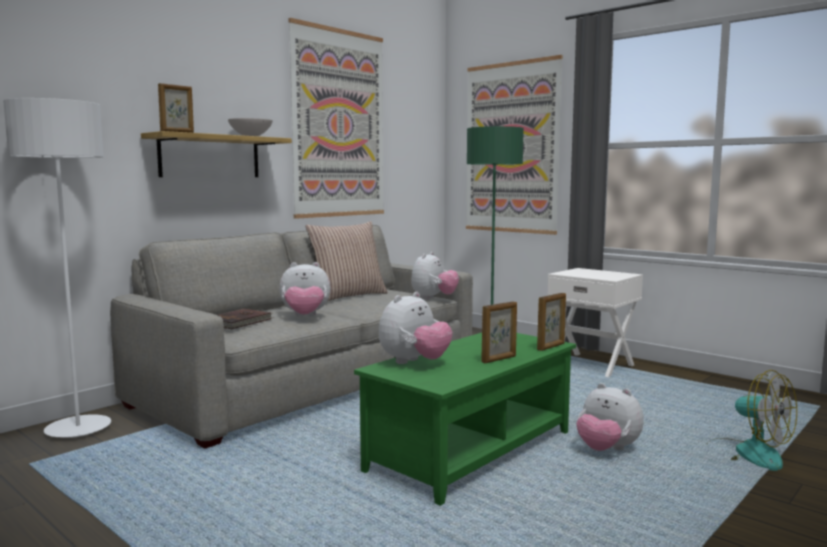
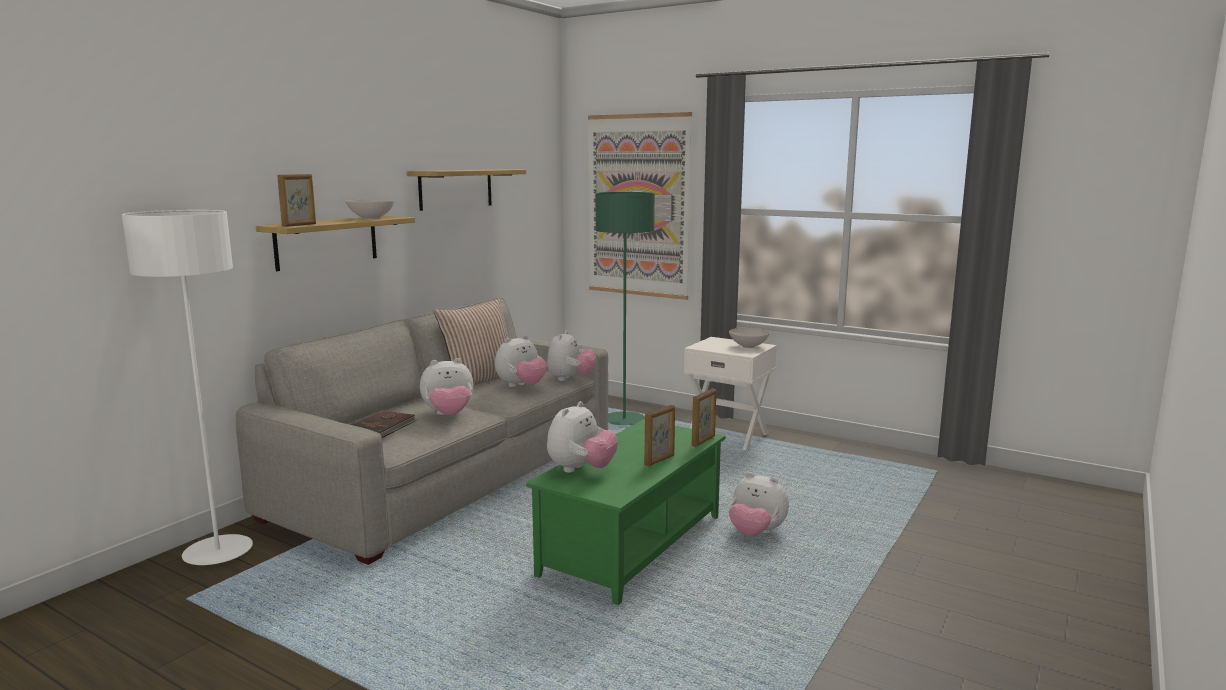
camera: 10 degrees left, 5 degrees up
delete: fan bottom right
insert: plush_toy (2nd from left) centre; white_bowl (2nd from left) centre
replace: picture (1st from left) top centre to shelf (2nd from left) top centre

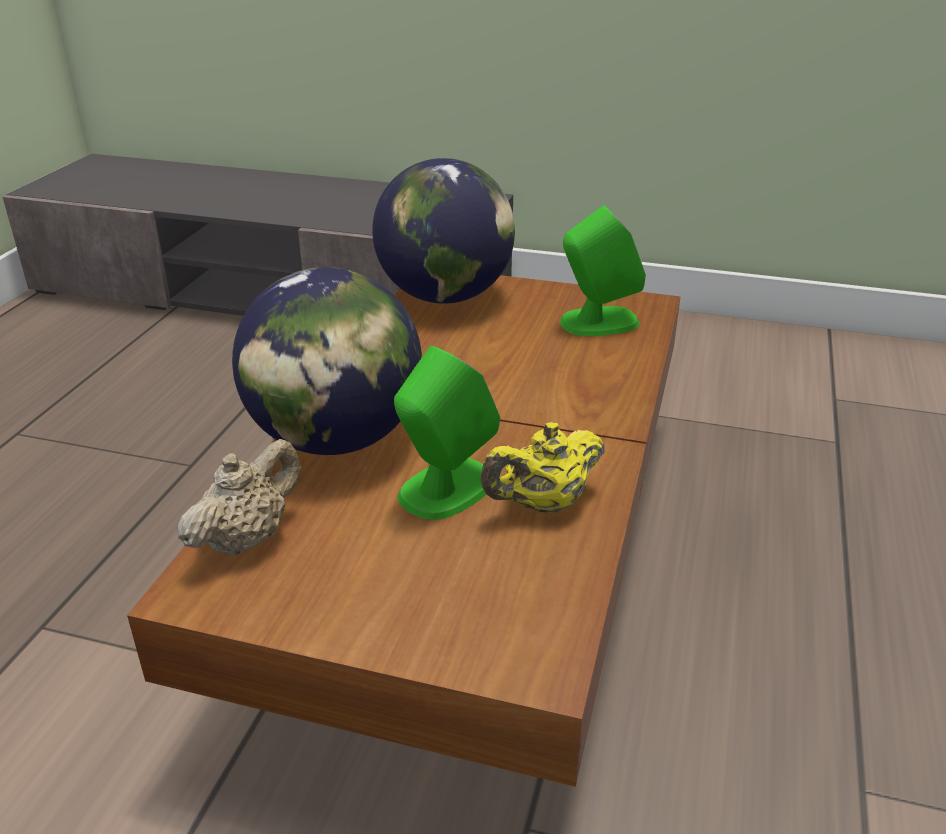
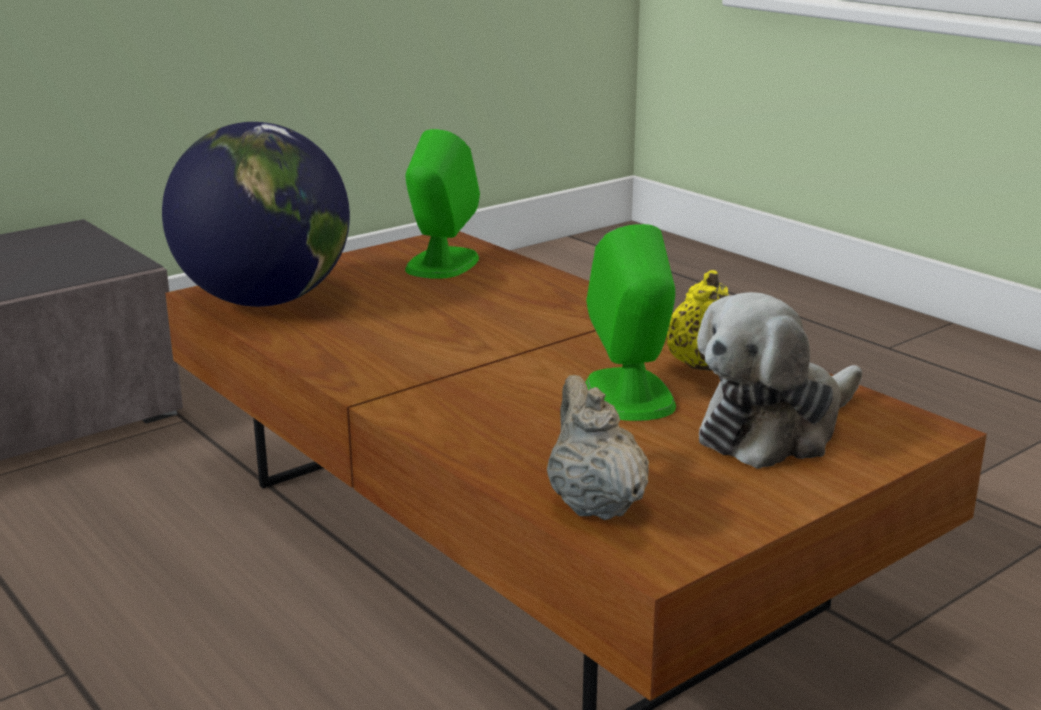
camera: 55 degrees left, 10 degrees down
delete: globe (1st from left) centre
insert: plush_toy middle right

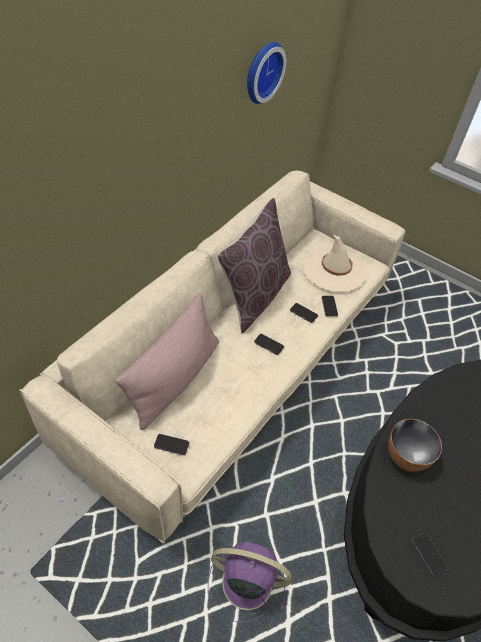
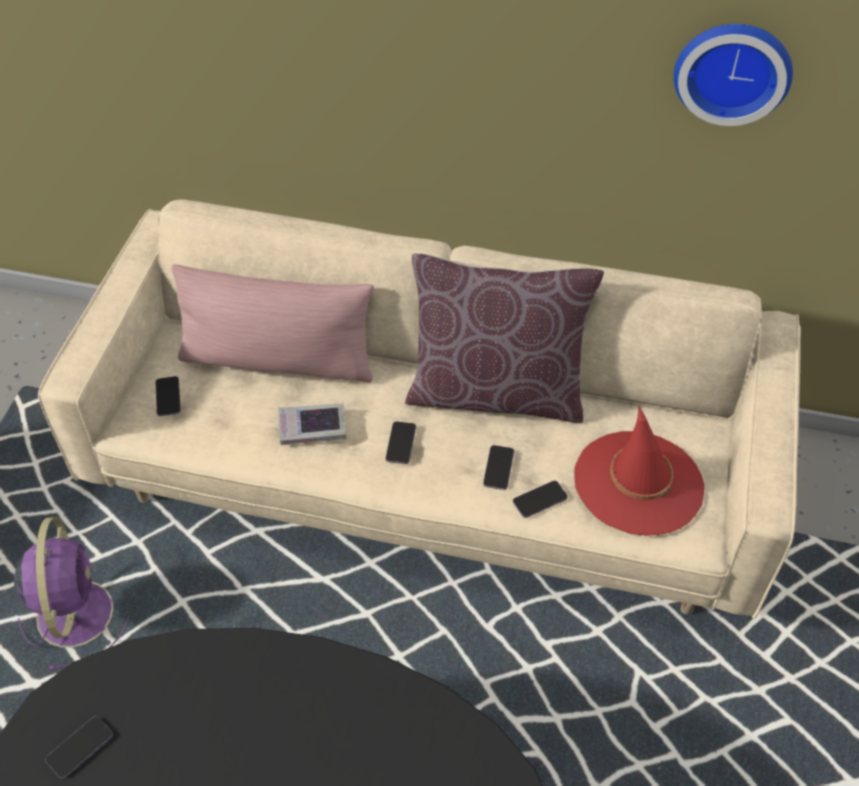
camera: 70 degrees right, 0 degrees up
delete: bowl bottom right
insert: book centre
recolor: beige_hat middle right to red_hat middle right

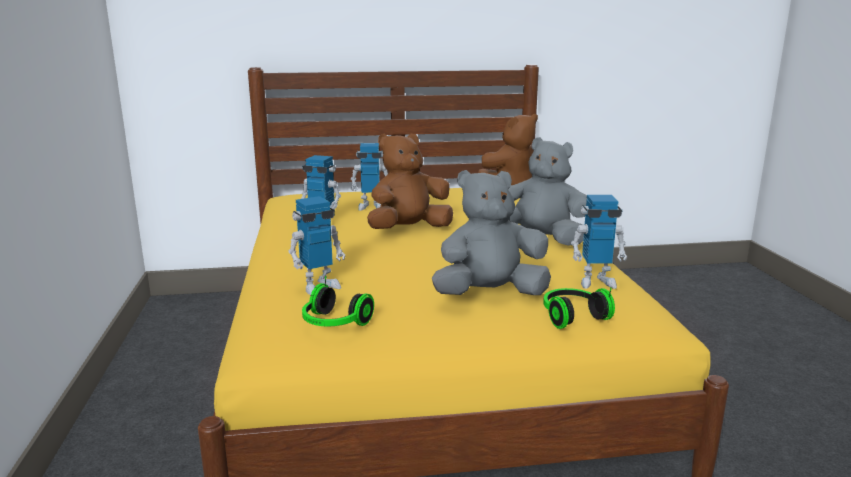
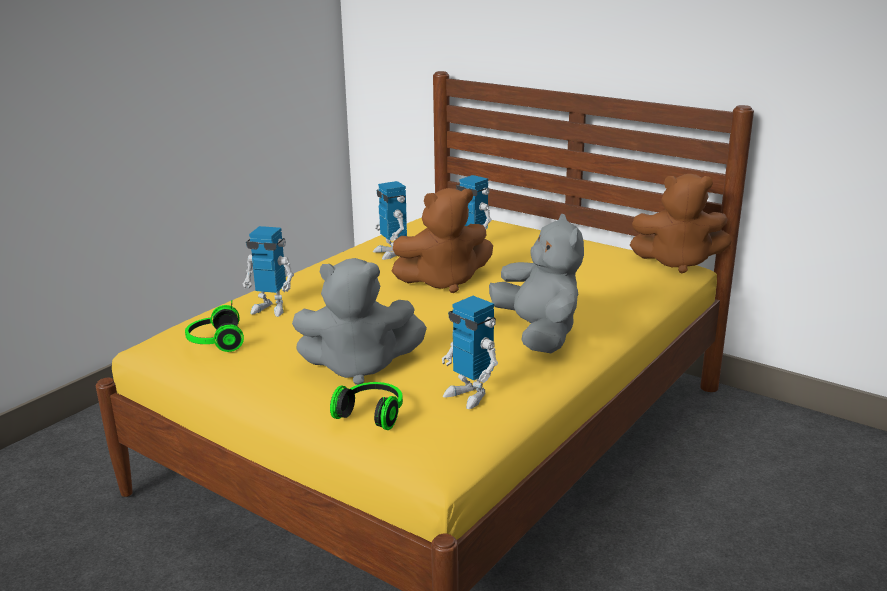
camera: 45 degrees right, 5 degrees up
rotate: brown_plush_toy (1st from left) centre = centre 150 degrees clockwise; grey_plush_toy (1st from left) centre = centre 150 degrees clockwise

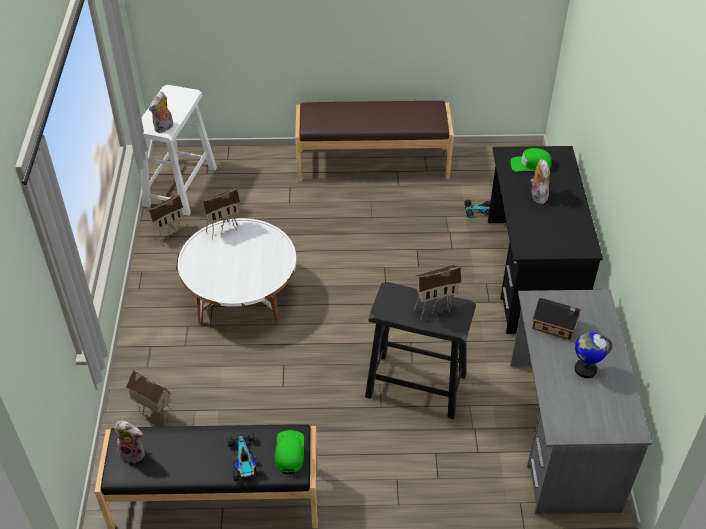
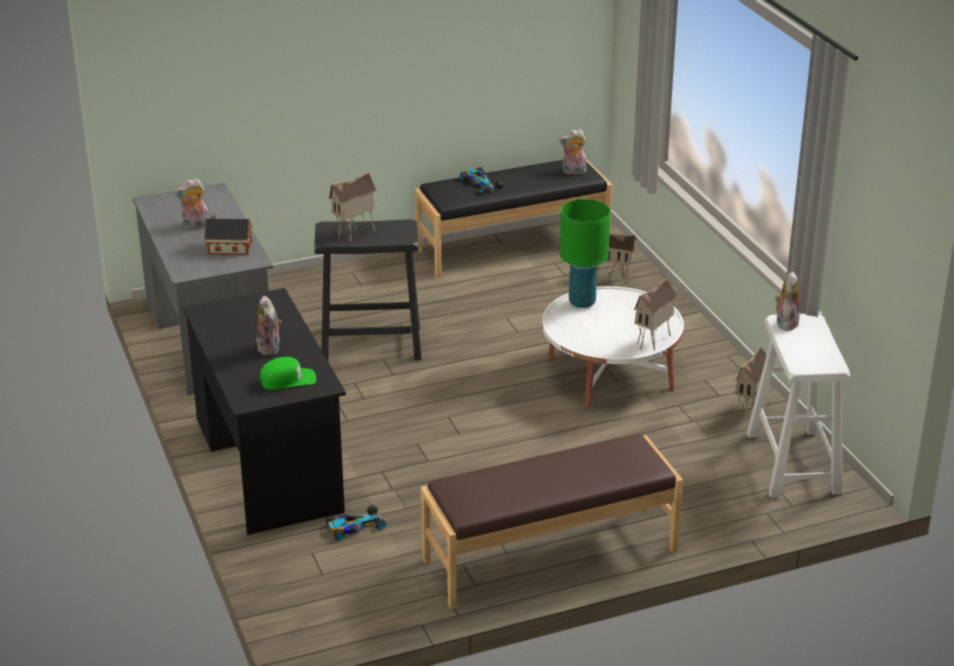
camera: 160 degrees right, 15 degrees down
delete: green_cap (1st from left) bottom centre
insert: green_table_lamp centre
replace: globe bottom right to plush_toy (1st from left) top left

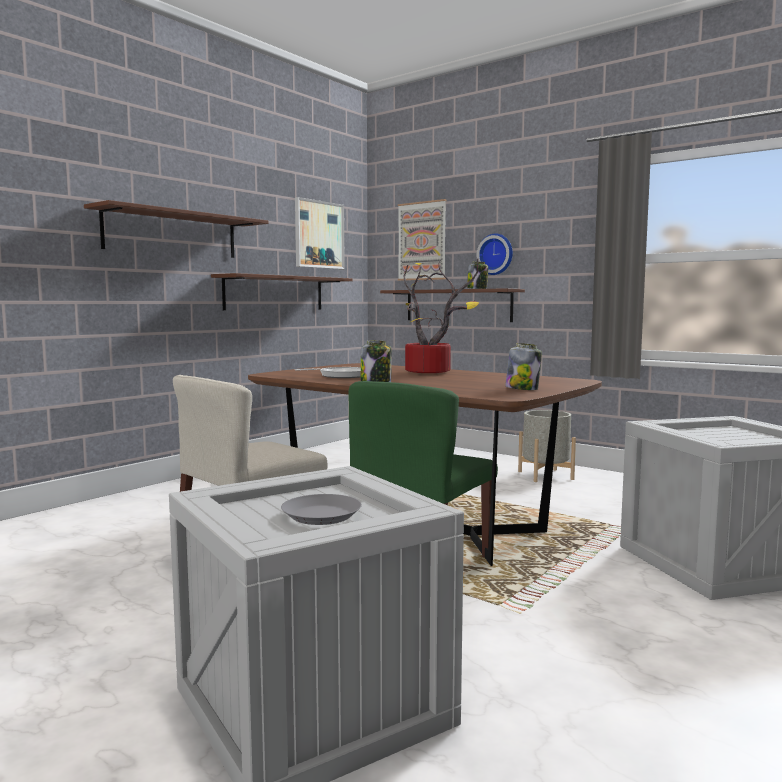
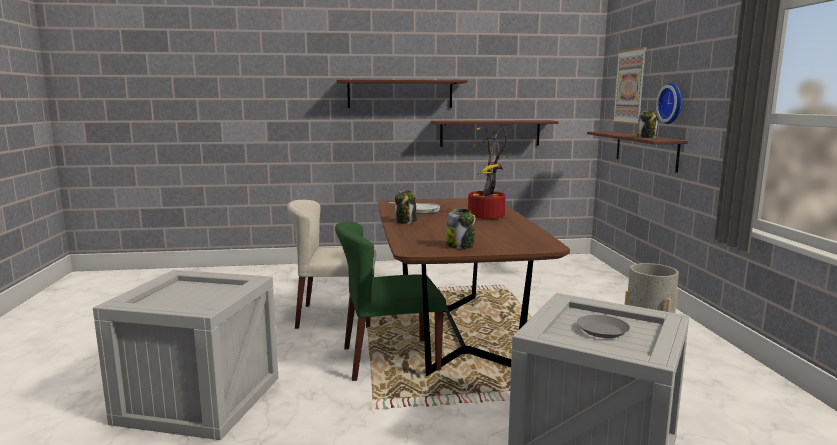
camera: 45 degrees right, 5 degrees up
delete: picture (1st from left) top centre
move: grey_plate centre to bottom right

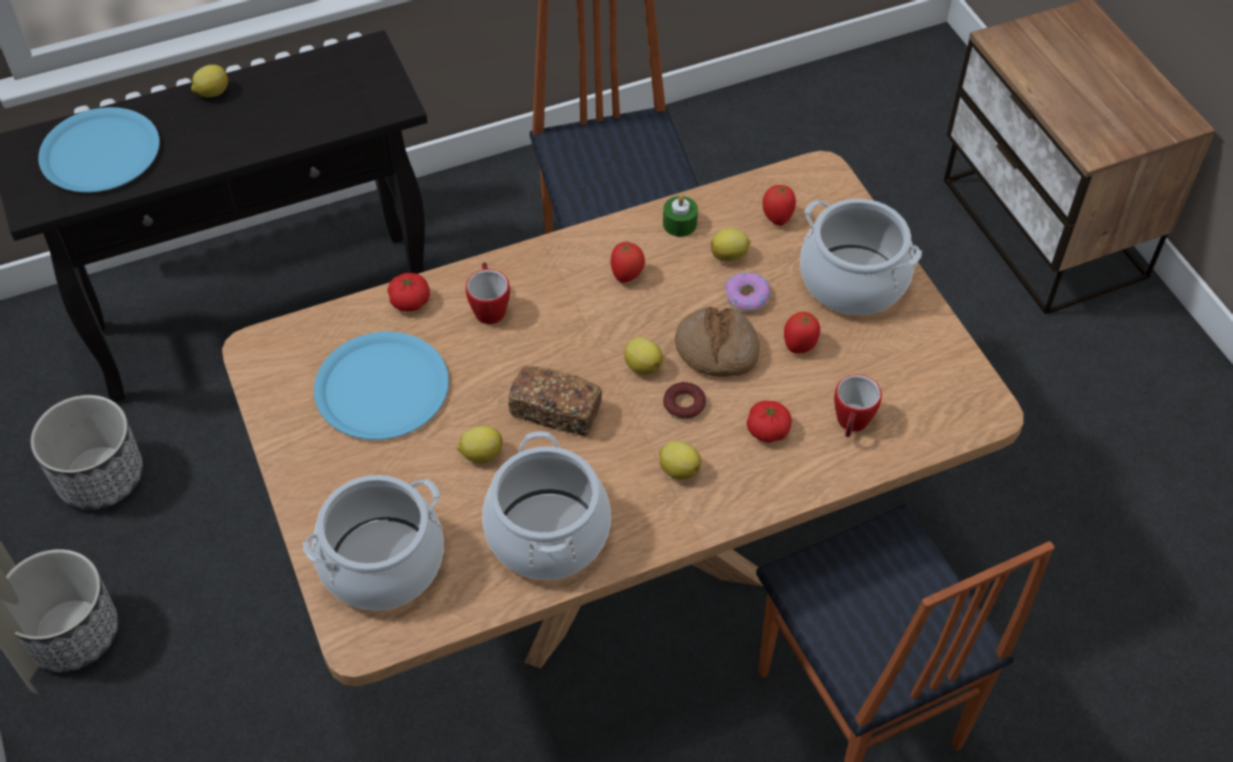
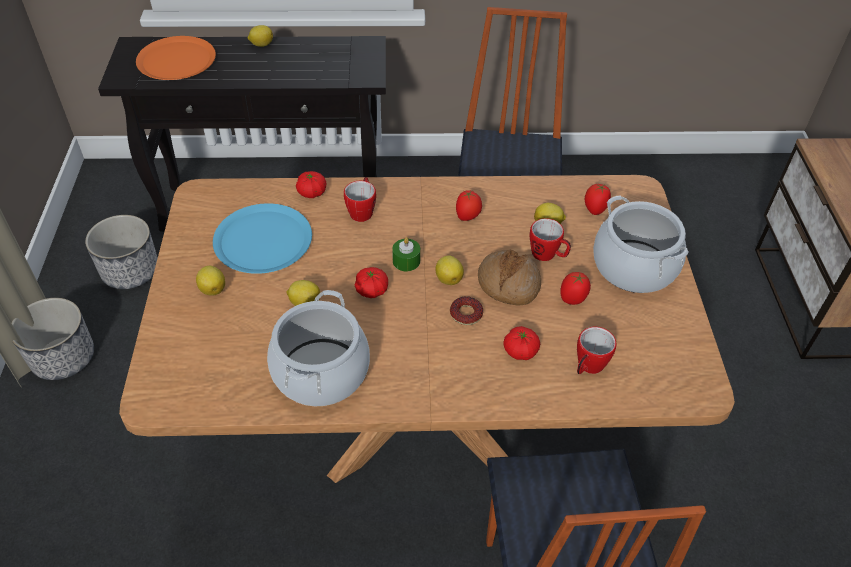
camera: 20 degrees right, 5 degrees down
delete: cooking_pot (1st from left) bottom left
move: lemon (4th from left in the first image) centre to lemon (1st from left) middle left; green_candle top centre to centre
replace: bread (1st from left) centre to tomato (2nd from left) centre; donut (2nd from left) centre to mug (2nd from left) centre
recolor: blue_plate (1st from left) top left to orange_plate top left

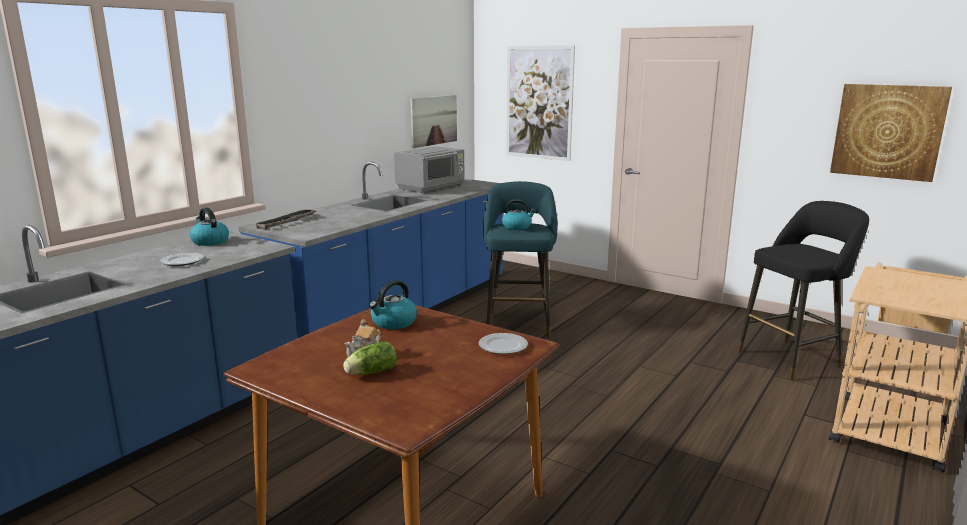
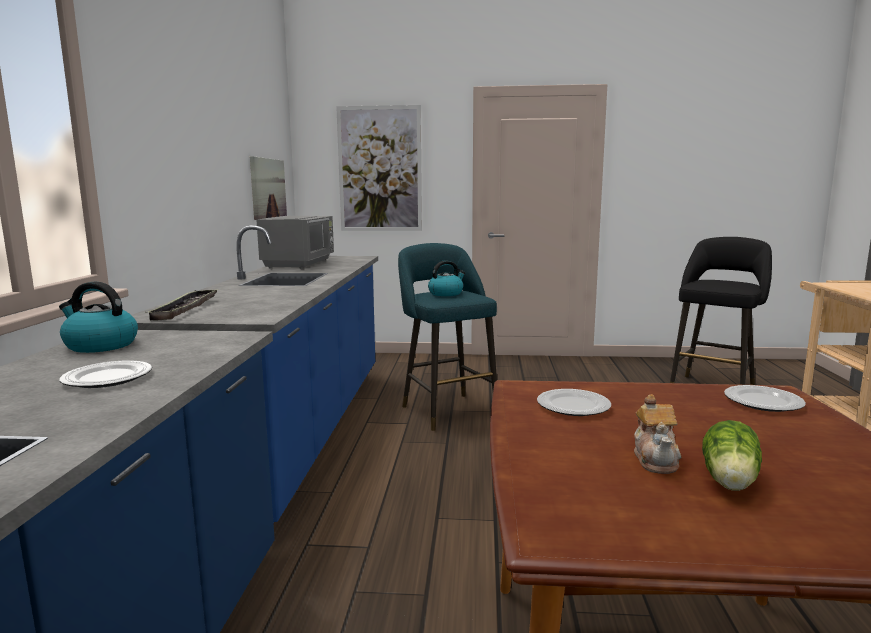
camera: 30 degrees left, 5 degrees down
delete: picture (3rd from left) top right
replace: kettle (2nd from left) centre to plate (2nd from left) centre

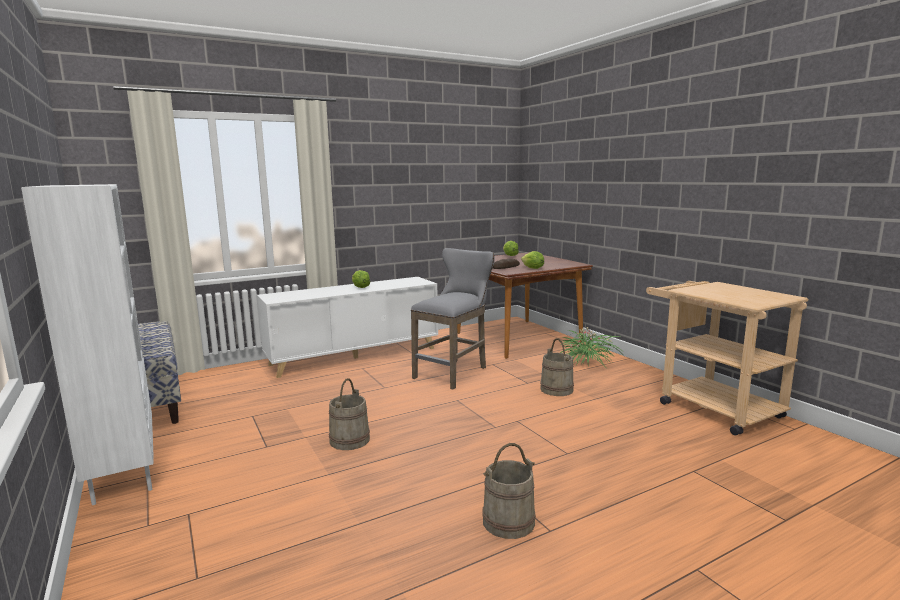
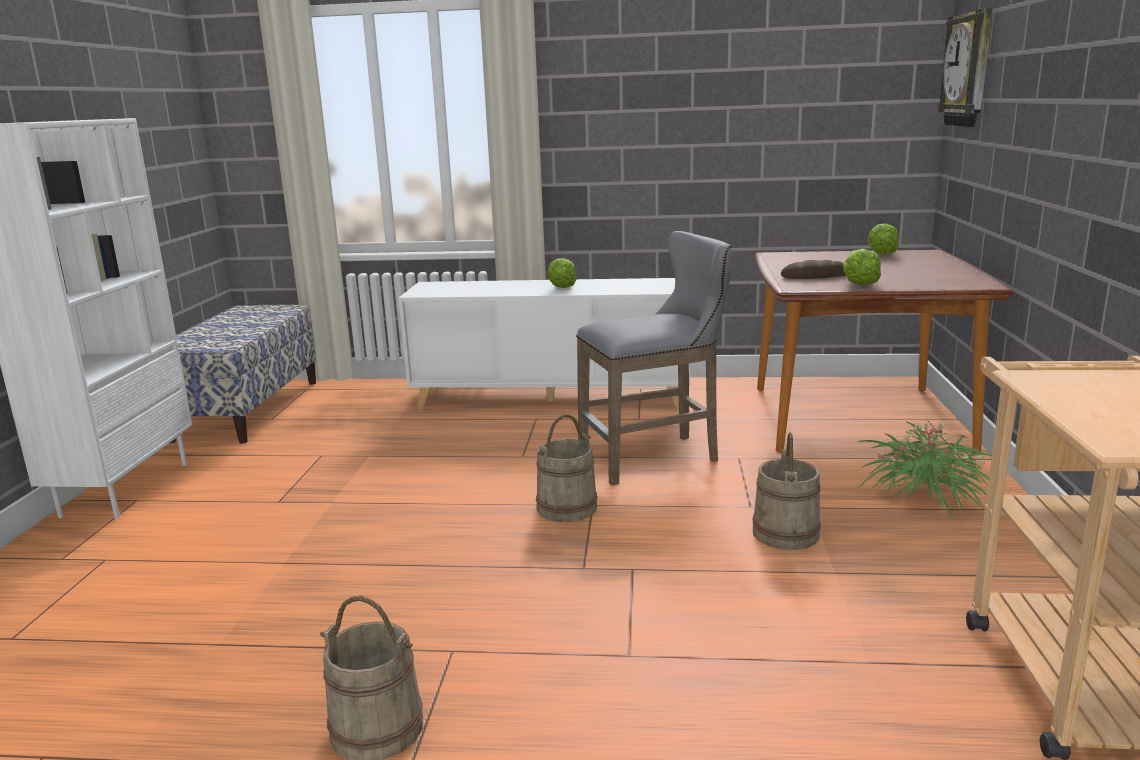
camera: 35 degrees right, 5 degrees up
insert: wall_clock top right
move: beige_bucket (1st from left in the first image) bottom centre to beige_bucket (2nd from left) centre

